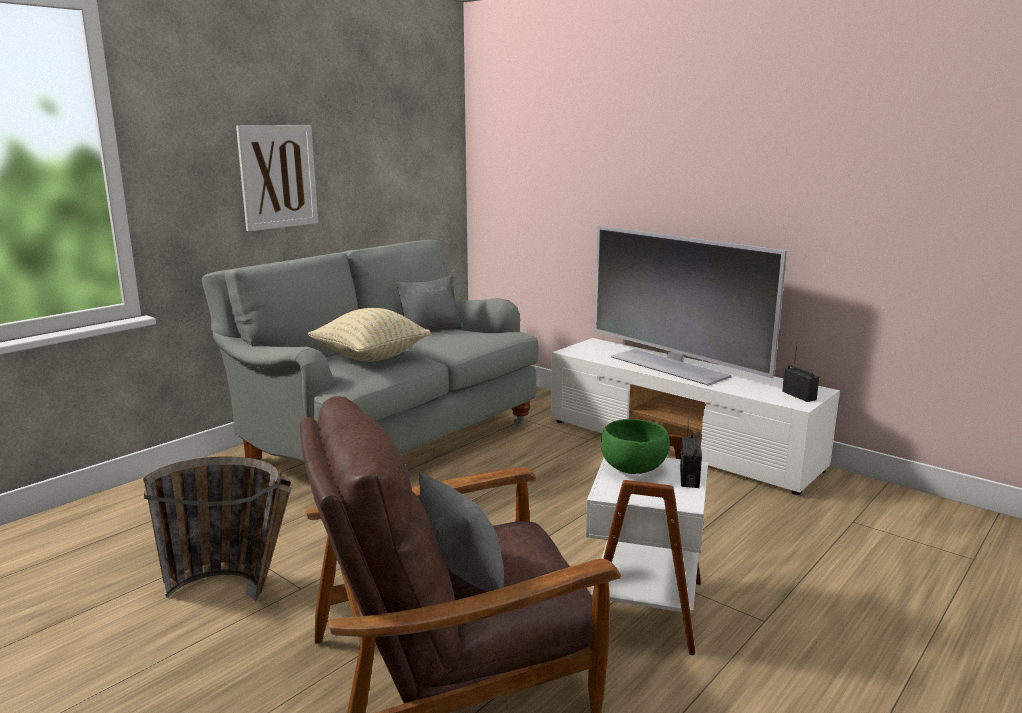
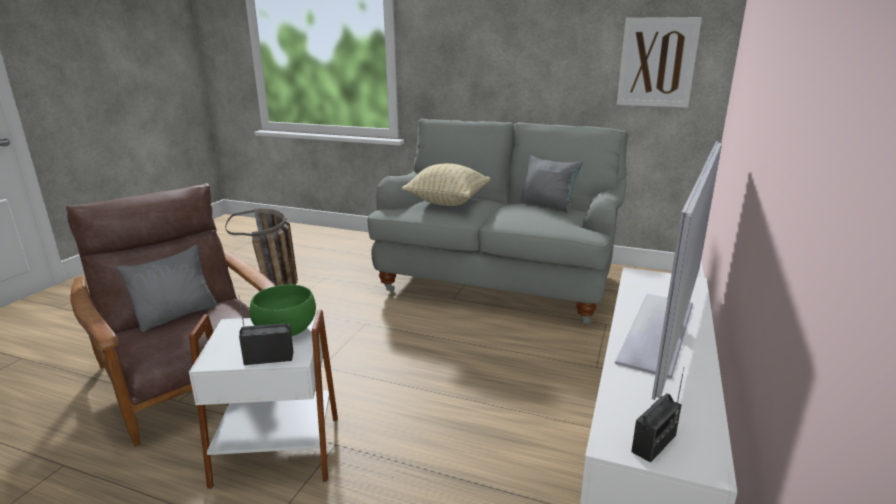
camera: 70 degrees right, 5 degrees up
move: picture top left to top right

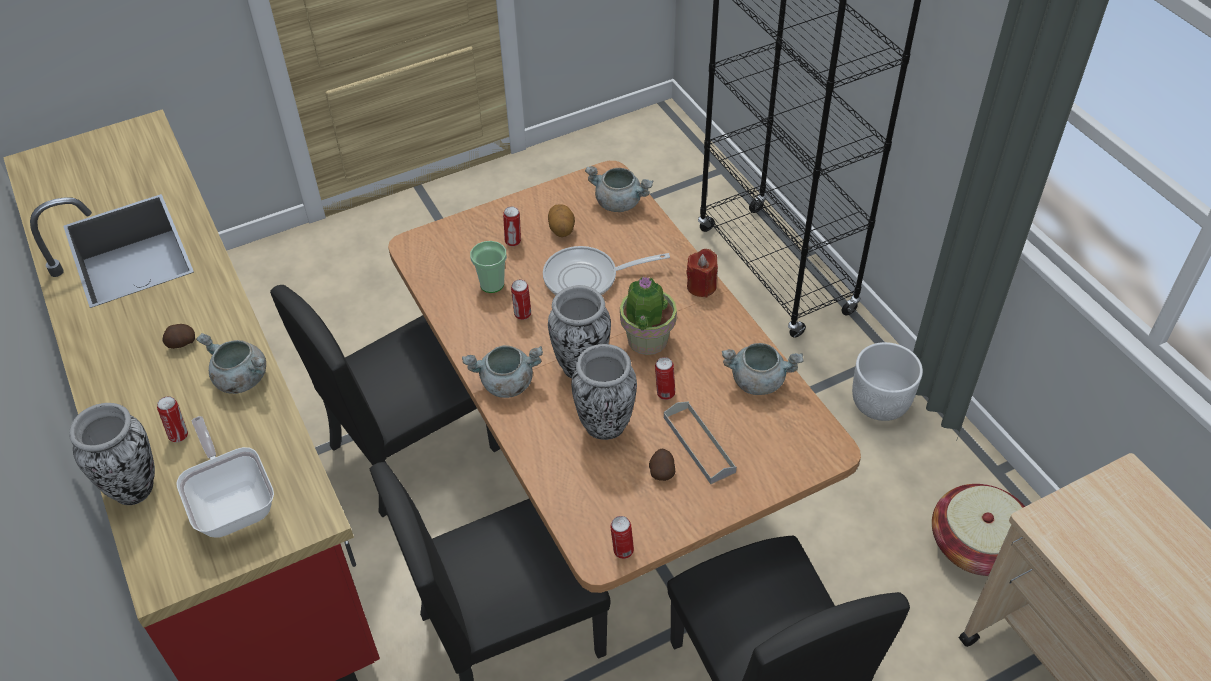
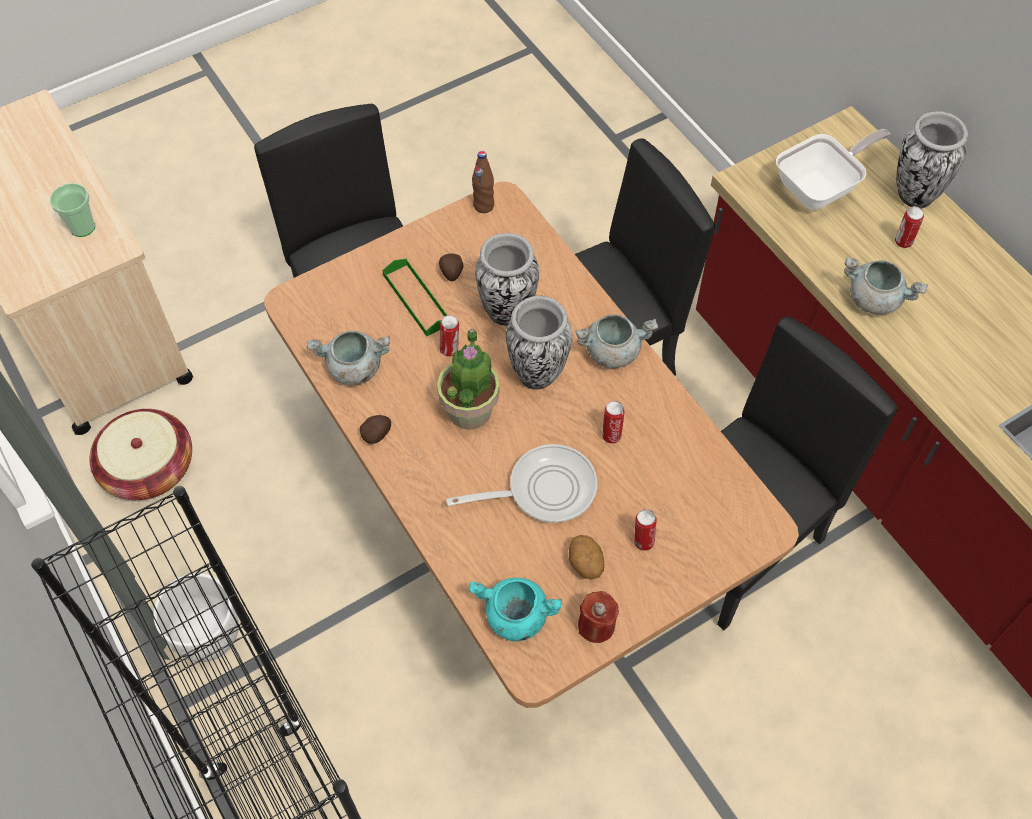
camera: 175 degrees right, 10 degrees up
move: potato (1st from left) middle left to centre; cup centre to top left; red_candle centre to bottom centre
replace: can (4th from left) bottom centre to brown_bottle top centre
recolor: grey_cooking_pot (3rd from left) top centre to turquoise_cooking_pot bottom centre; grey_tray centre to green_tray centre
rotate: frying_pan (1st from left in the first image) bottom left = top right 90 degrees counterclockwise

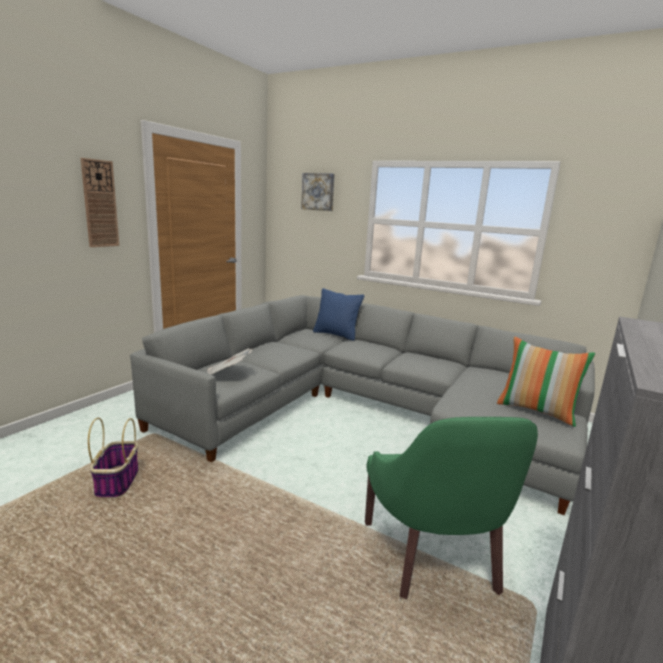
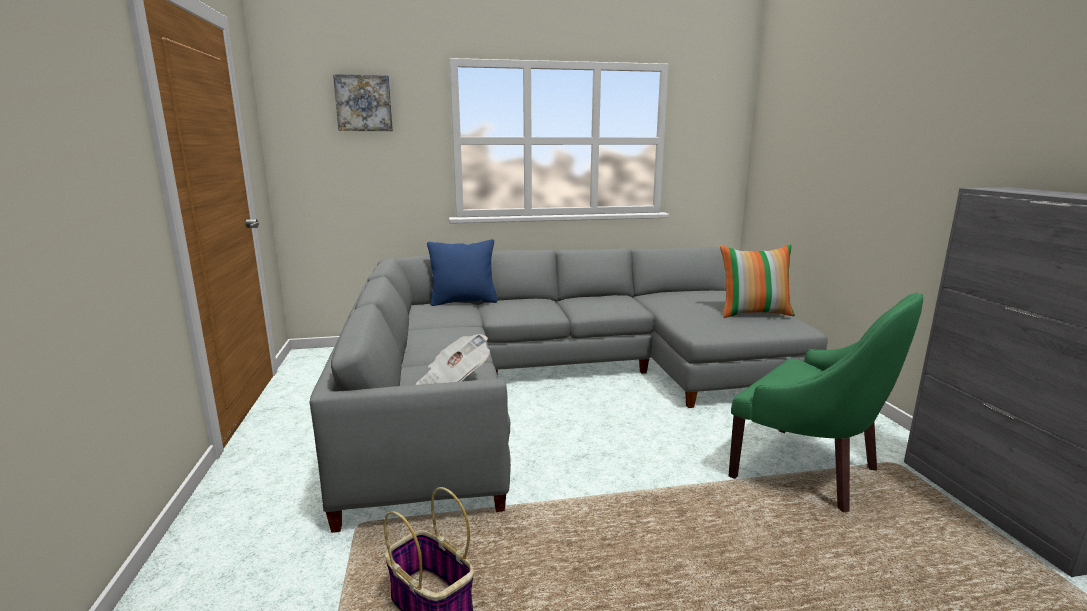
camera: 40 degrees left, 0 degrees up
delete: wall_clock top left

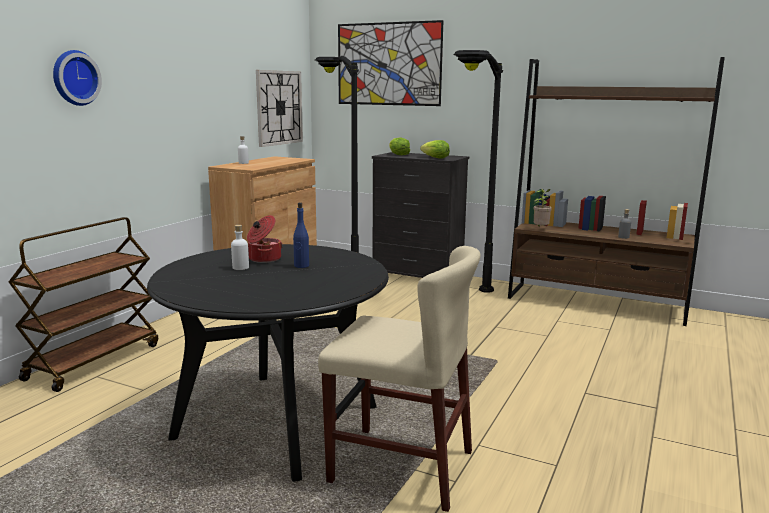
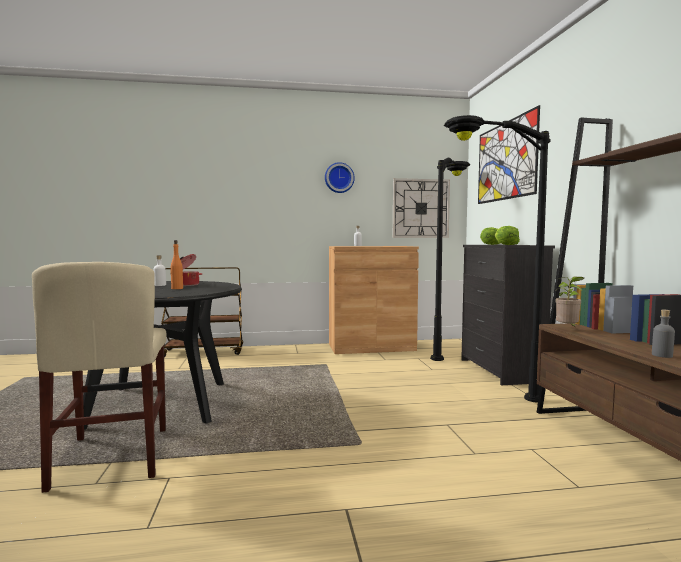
camera: 55 degrees right, 10 degrees down
move: wall_clock (1st from left) top left to top centre
recolor: blue_bottle centre to orange_bottle middle left

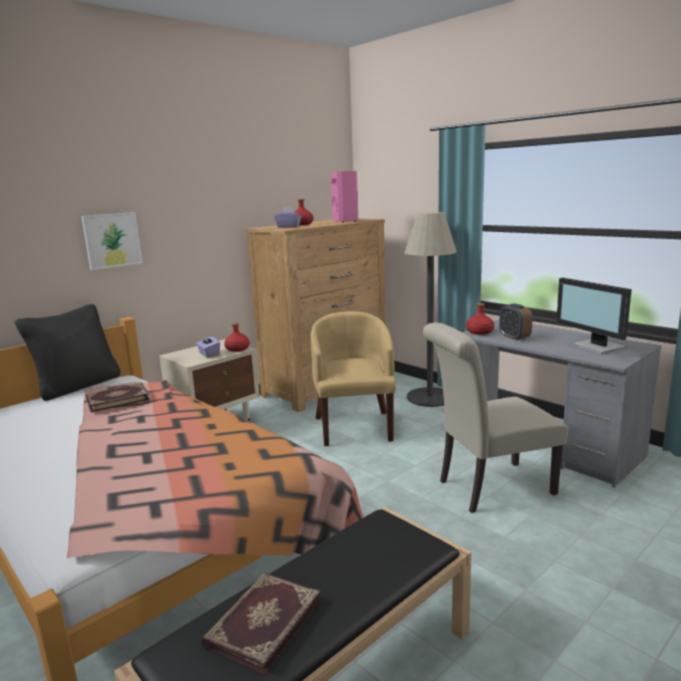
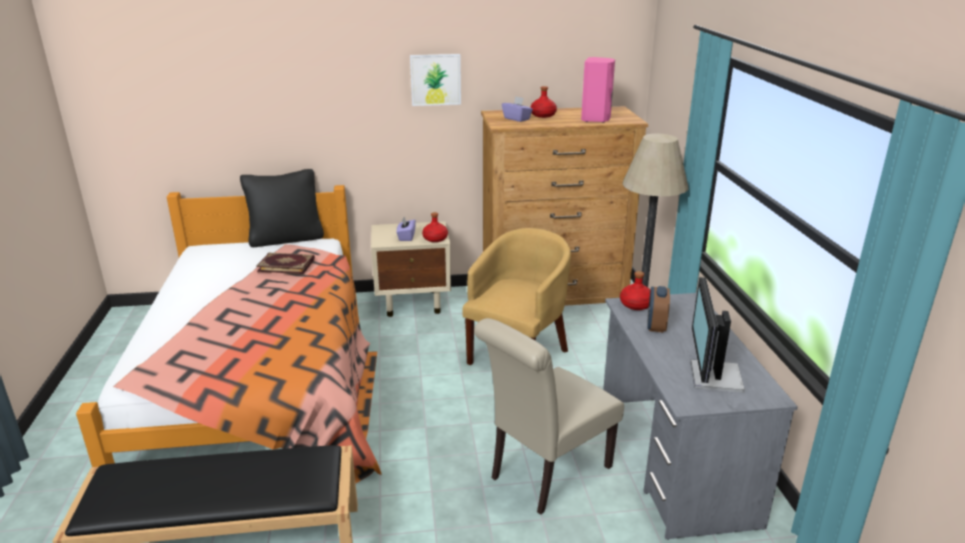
camera: 35 degrees right, 10 degrees up
delete: book (2nd from left) bottom centre
move: picture middle left to top centre
rotate: beige_chair middle right = bottom centre 60 degrees counterclockwise

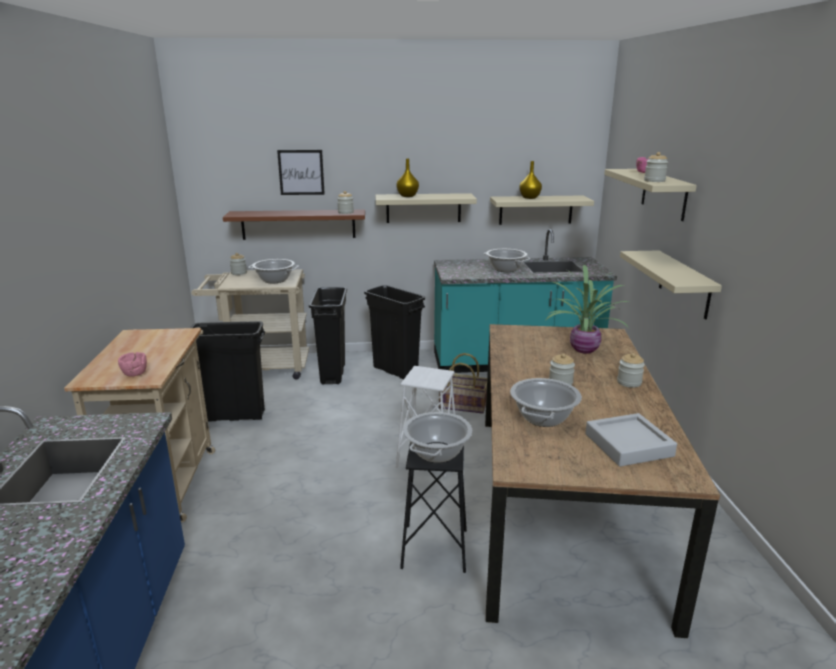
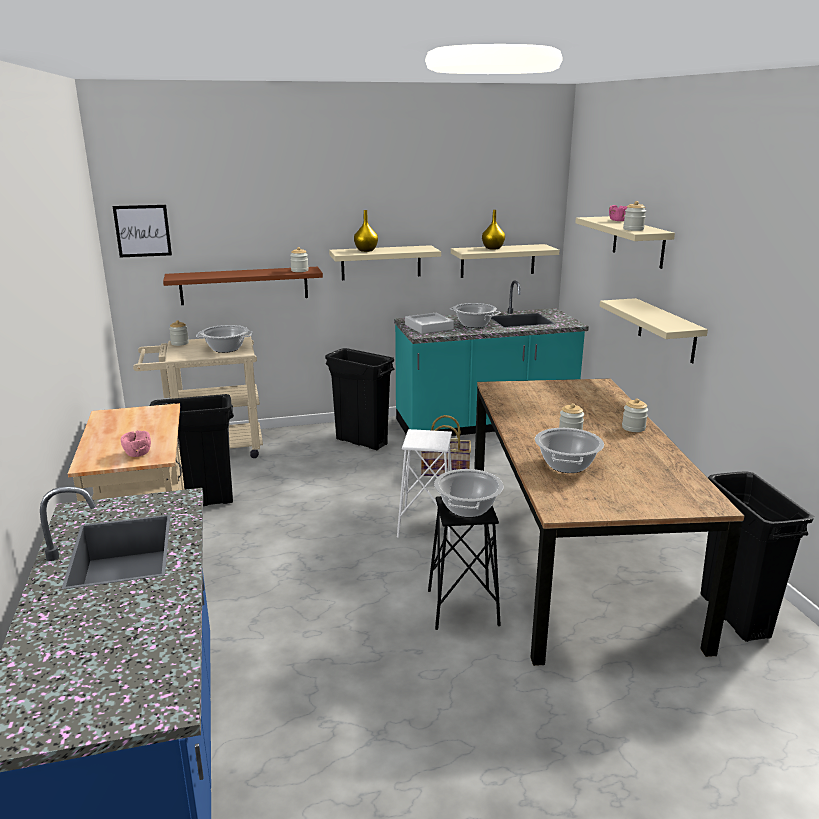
camera: 10 degrees left, 0 degrees up
delete: potted_plant middle right
move: picture top centre to top left; black_trash_can (2nd from left in the first image) centre to black_trash_can (3rd from left) bottom right; grey_tray middle right to centre

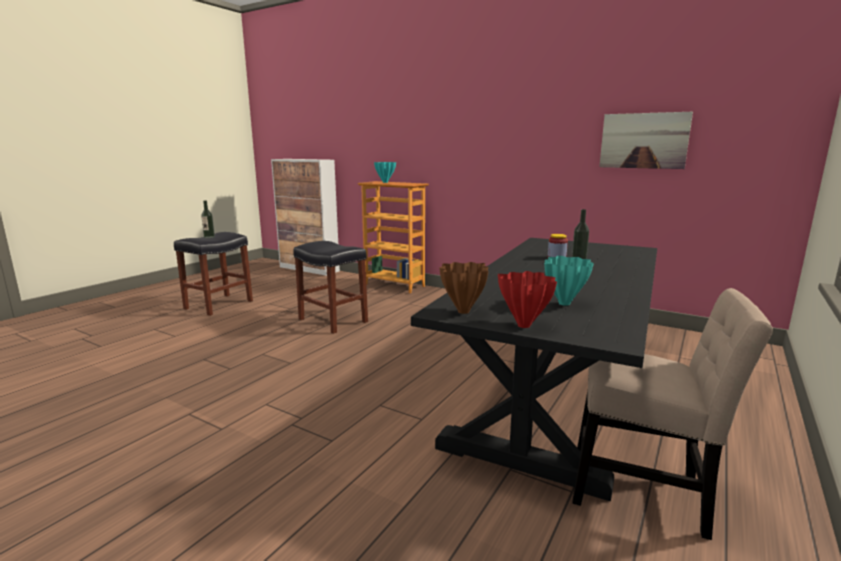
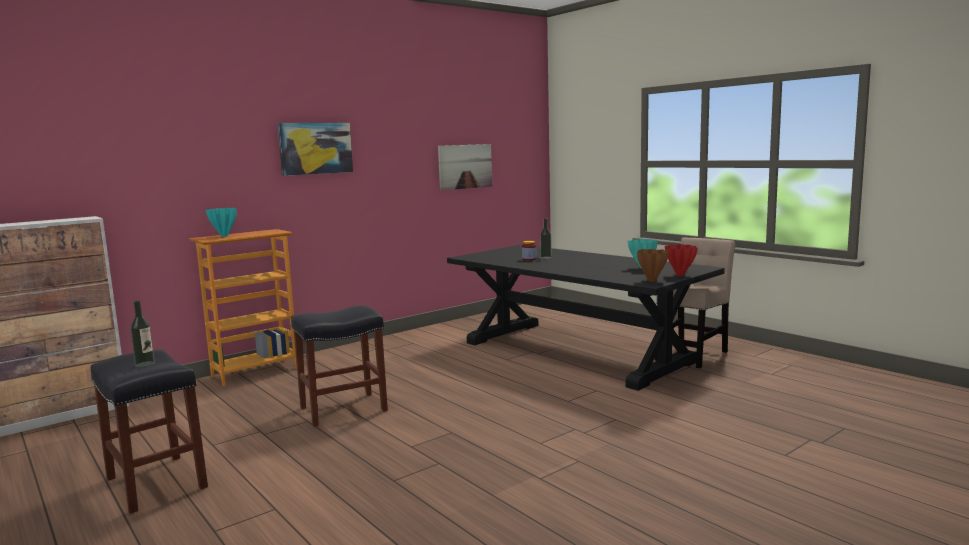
camera: 70 degrees left, 5 degrees down
insert: picture (1st from left) top left

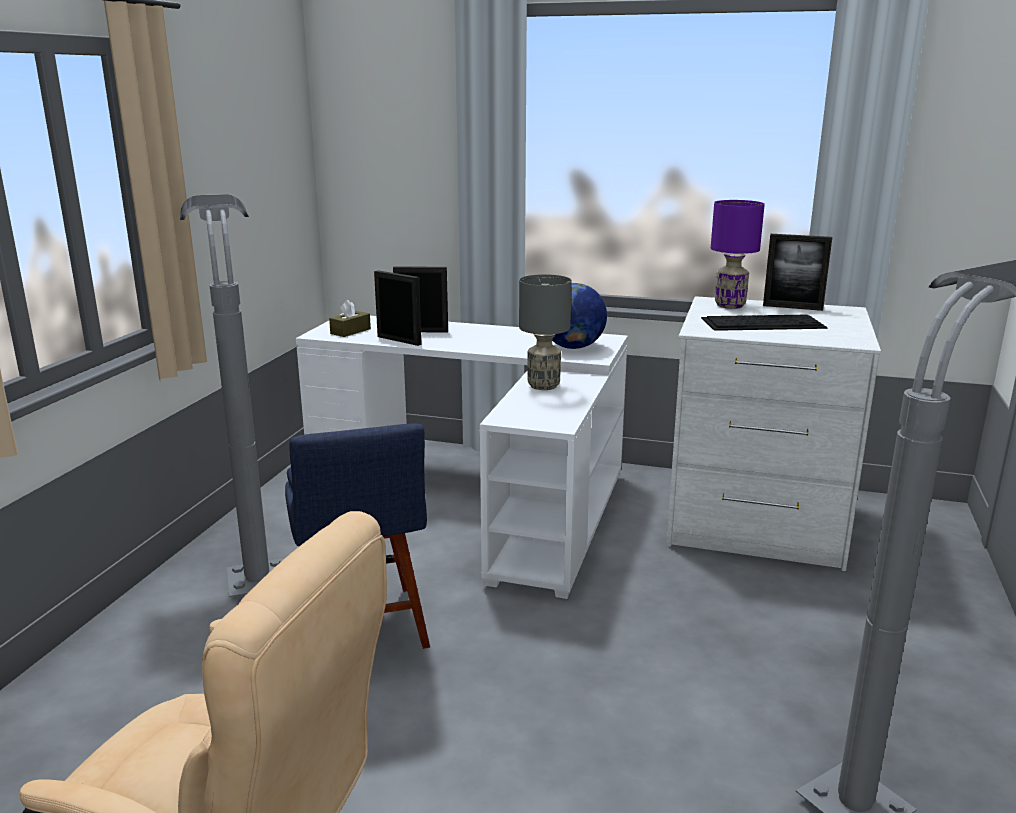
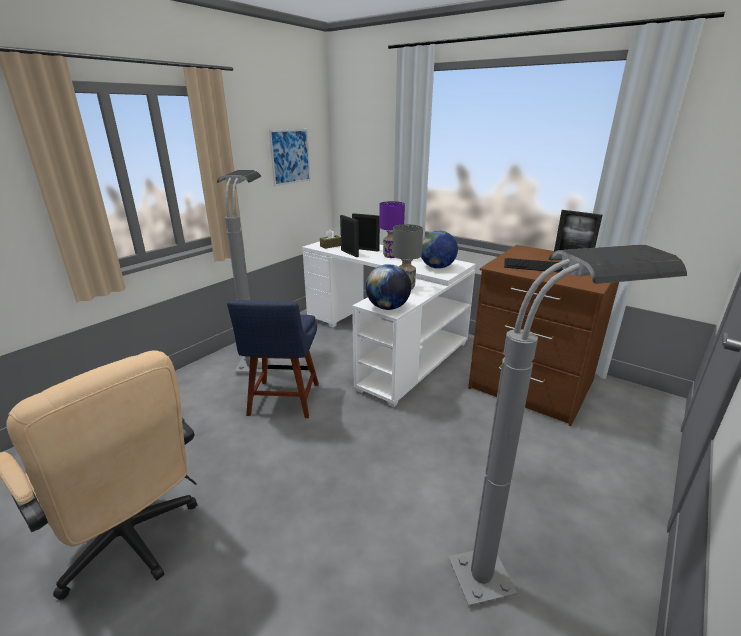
camera: 20 degrees right, 5 degrees up
insert: picture top centre; globe (1st from left) centre
move: purple_table_lamp top right to centre
recolor: white_dresser middle right to brown_dresser middle right

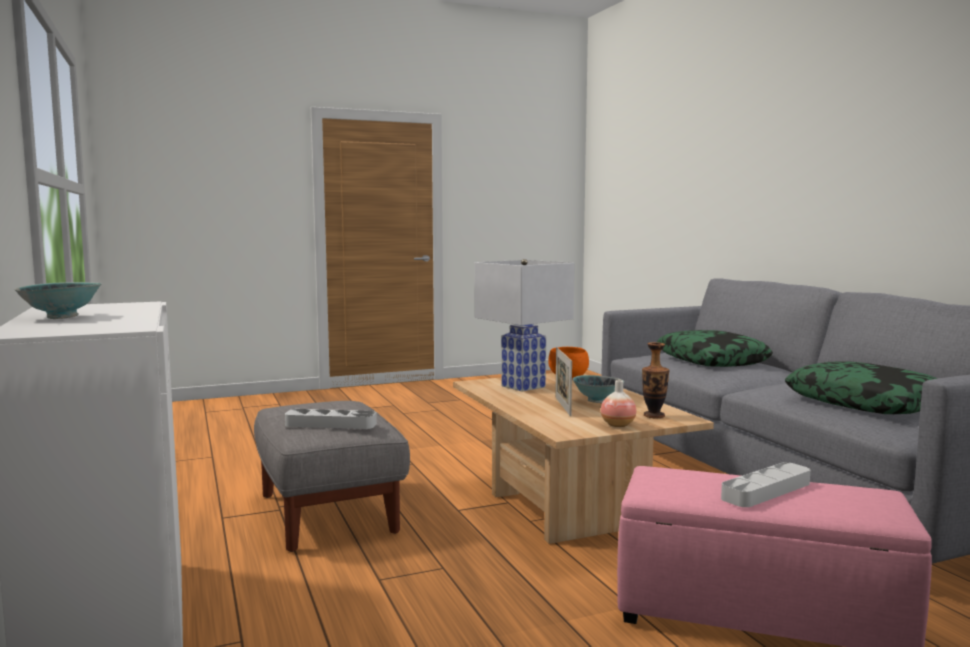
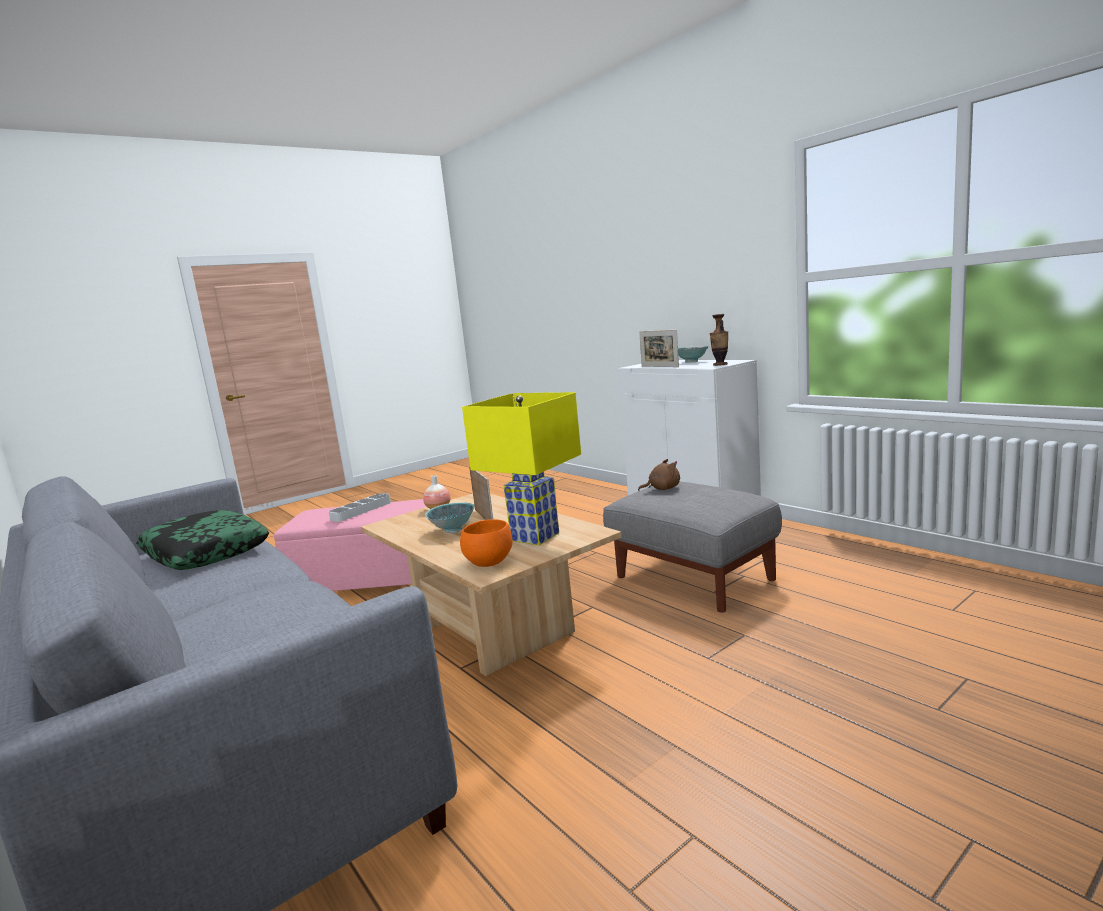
camera: 165 degrees right, 5 degrees up
delete: pillow (1st from left) middle right
insert: picture_frame (2nd from left) centre
move: vase (2nd from left) middle right to centre
replace: grey_tray (1st from left) centre to brown_plush_toy centre
recolor: white_table_lamp centre to yellow_table_lamp centre

